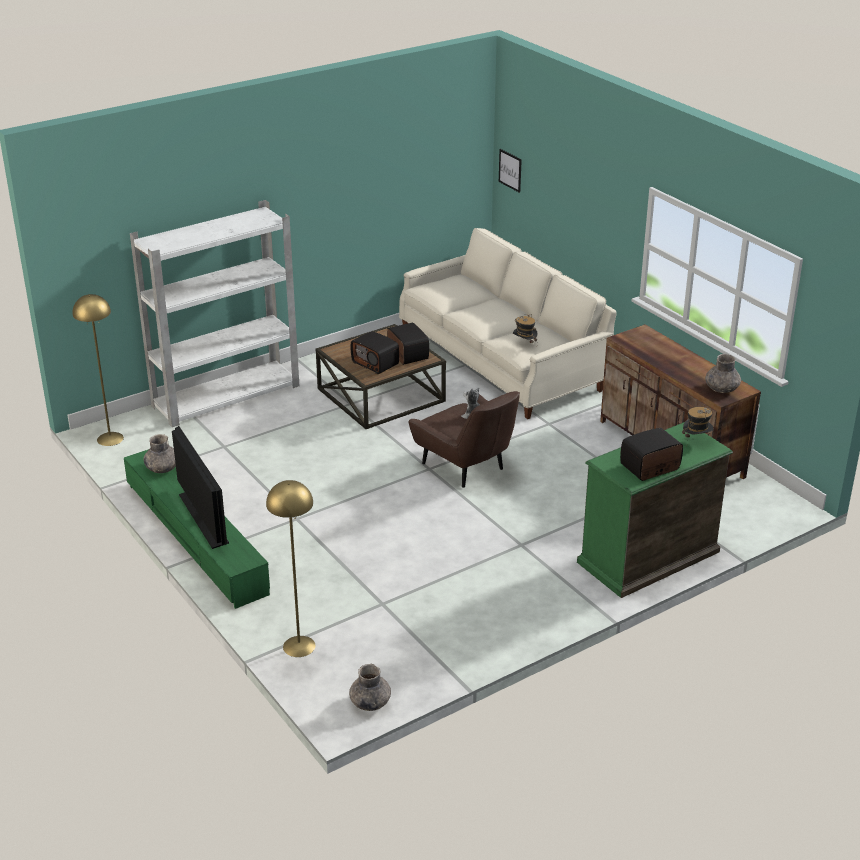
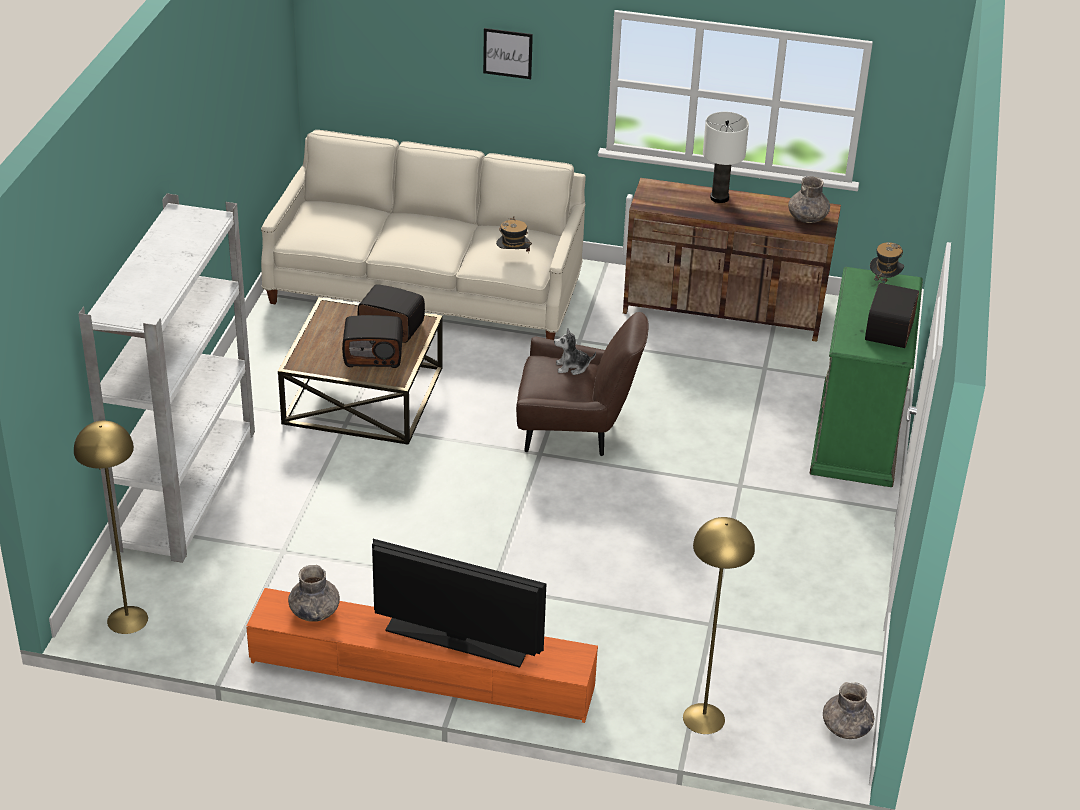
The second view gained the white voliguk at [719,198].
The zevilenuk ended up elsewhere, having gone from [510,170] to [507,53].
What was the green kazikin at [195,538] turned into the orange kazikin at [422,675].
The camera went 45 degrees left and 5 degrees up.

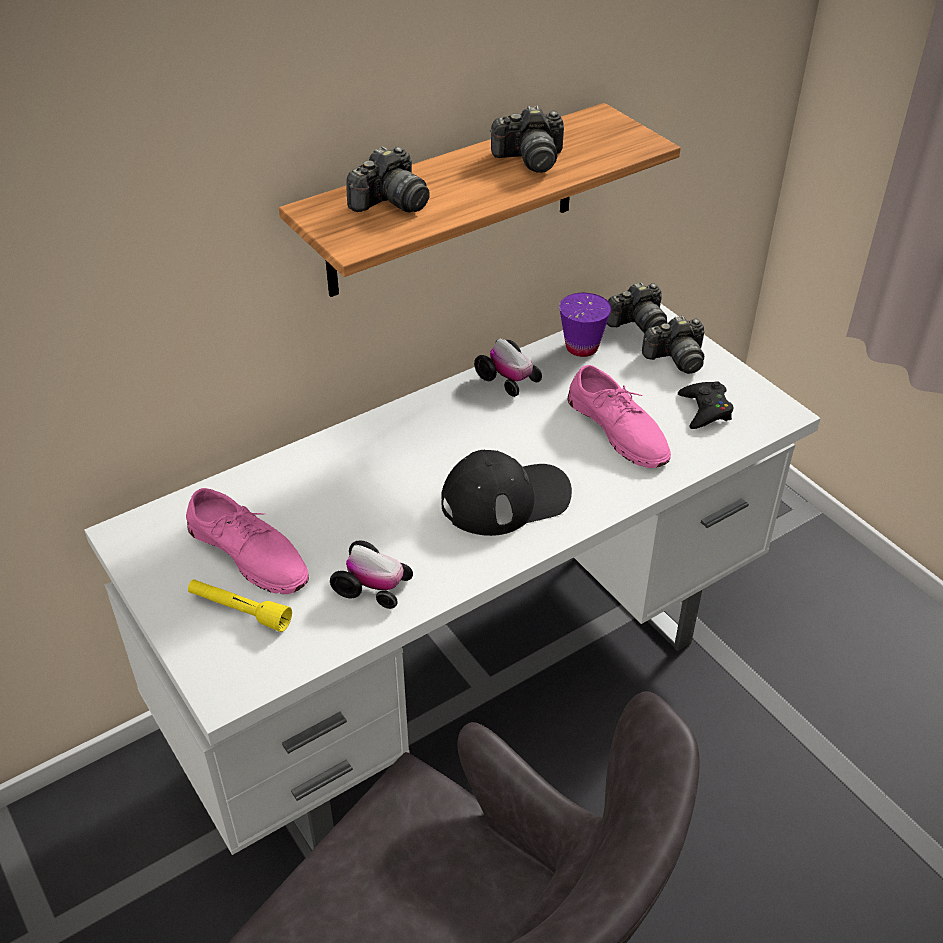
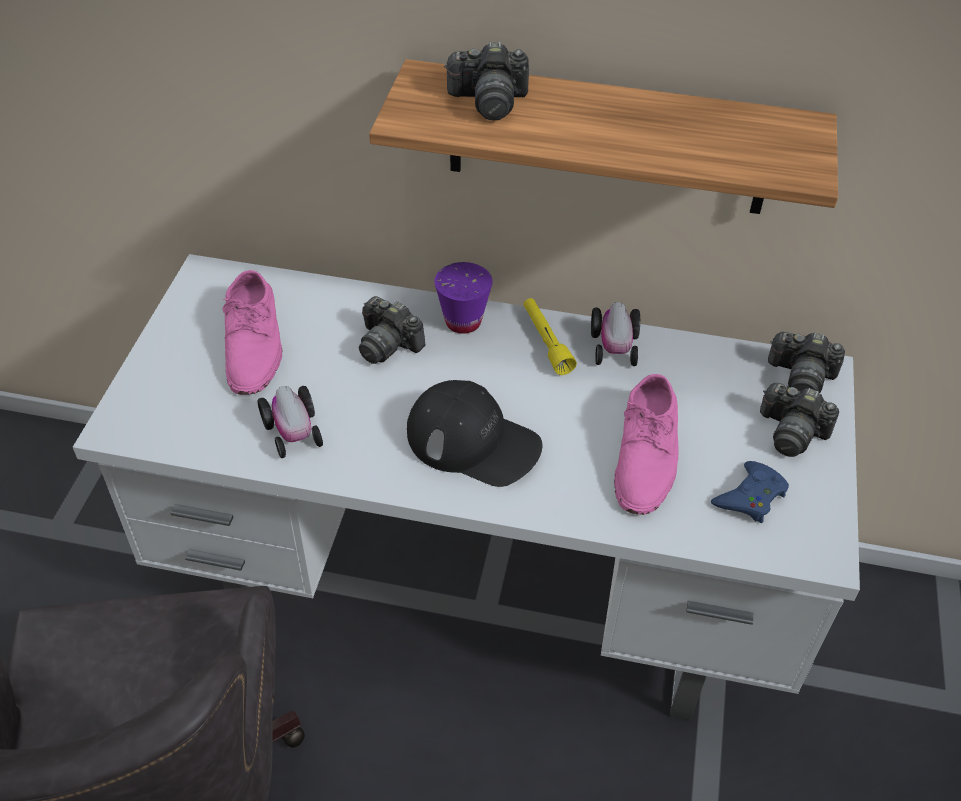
The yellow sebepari ended up elsewhere, having gone from [239,611] to [546,342].
The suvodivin ended up elsewhere, having gone from [530,159] to [388,344].
The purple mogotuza ended up elsewhere, having gone from [582,347] to [463,321].
What was the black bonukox at [705,410] turned into the blue bonukox at [750,497].
The camera went 45 degrees right and 5 degrees up.

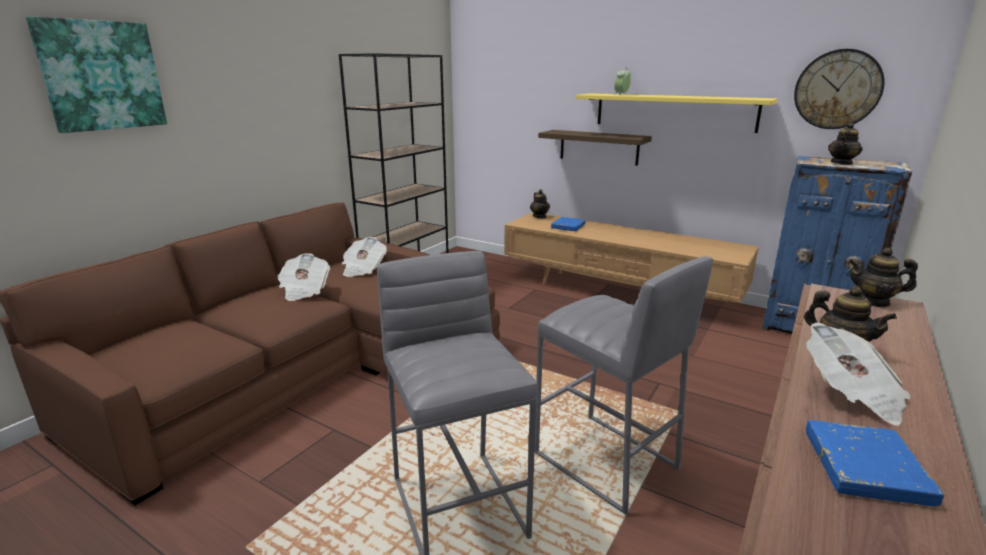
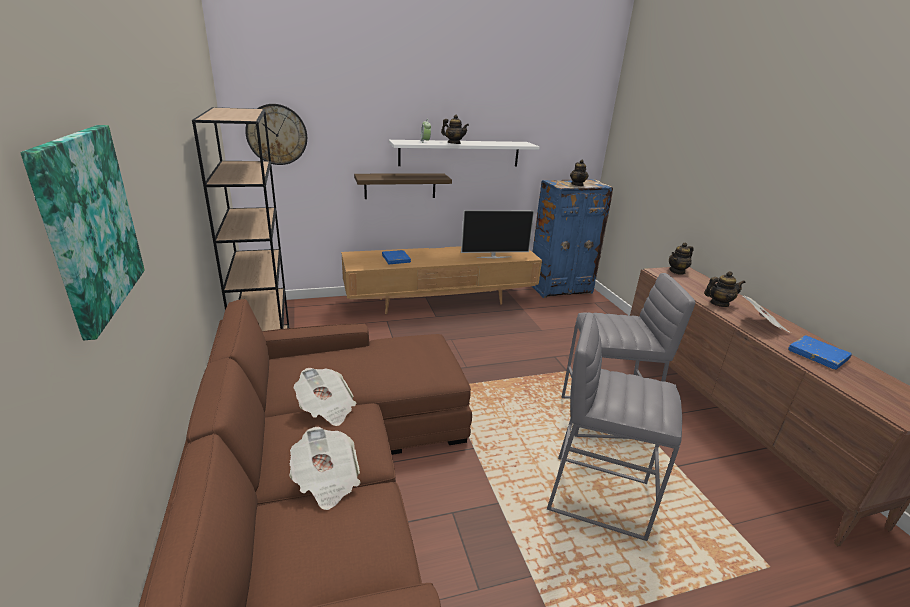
The second view gained the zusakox at [494,257].
The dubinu ended up elsewhere, having gone from [363,269] to [326,481].
The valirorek ended up elsewhere, having gone from [539,216] to [454,143].
The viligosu ended up elsewhere, having gone from [837,89] to [277,134].
What was the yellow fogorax at [673,112] turned into the white fogorax at [460,153].
The camera went 50 degrees left and 5 degrees up.

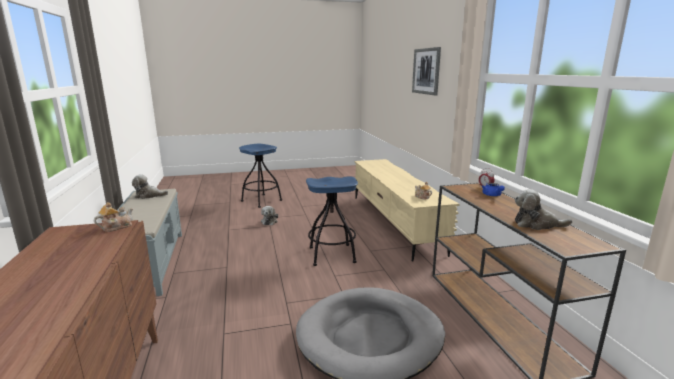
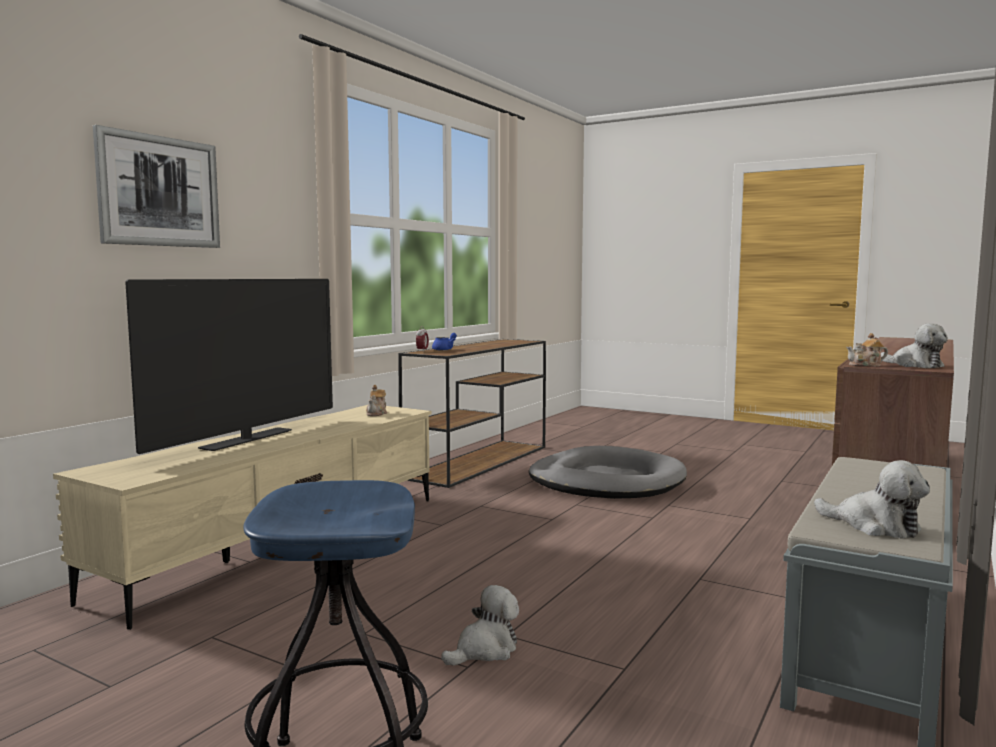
The second view lost the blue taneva at [331,254].
The second view gained the zusakox at [247,439].
The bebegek ended up elsewhere, having gone from [536,224] to [915,365].
The camera went 135 degrees left and 10 degrees down.

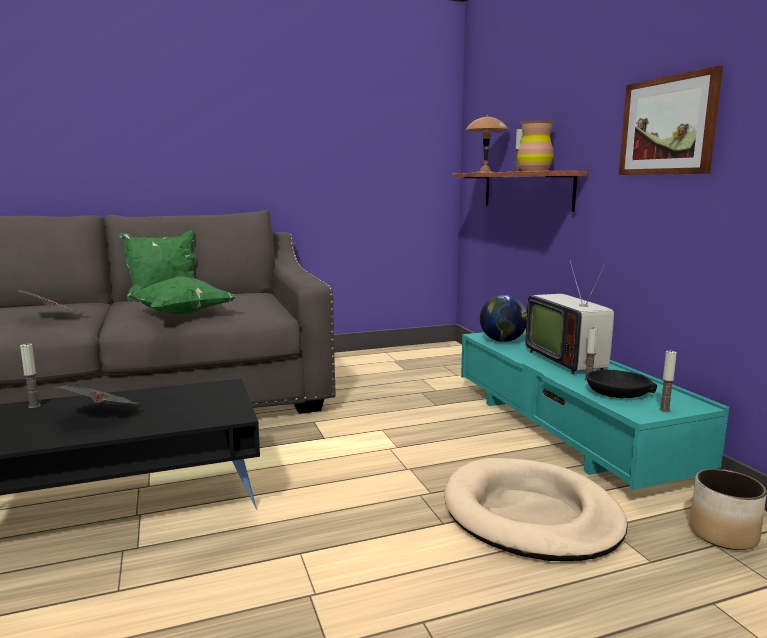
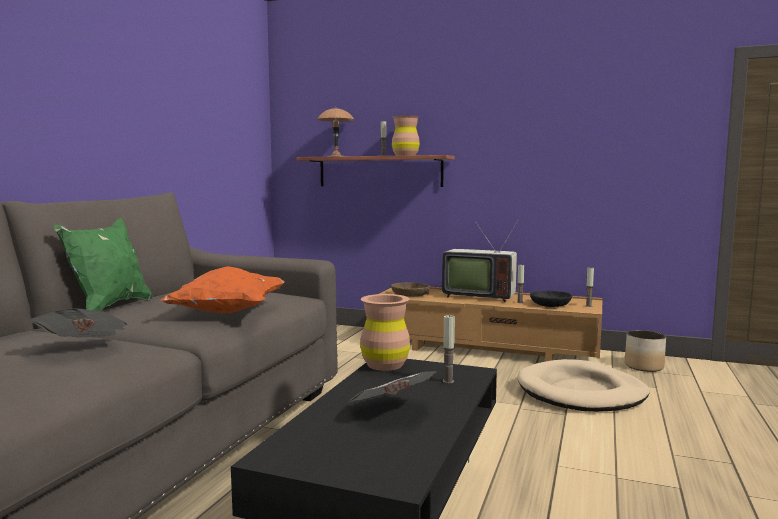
The second view lost the zevilenuk at [668,126].
The second view gained the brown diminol at [385,365].
The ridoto ended up elsewhere, having gone from [34,406] to [448,381].
Where the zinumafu stood at [503,341], the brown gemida came to stand at [410,295].
What was the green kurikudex at [182,314] turned into the orange kurikudex at [228,313].
What was the turquoise kazikin at [566,429] turned into the brown kazikin at [485,348].
The camera went 50 degrees left and 5 degrees down.

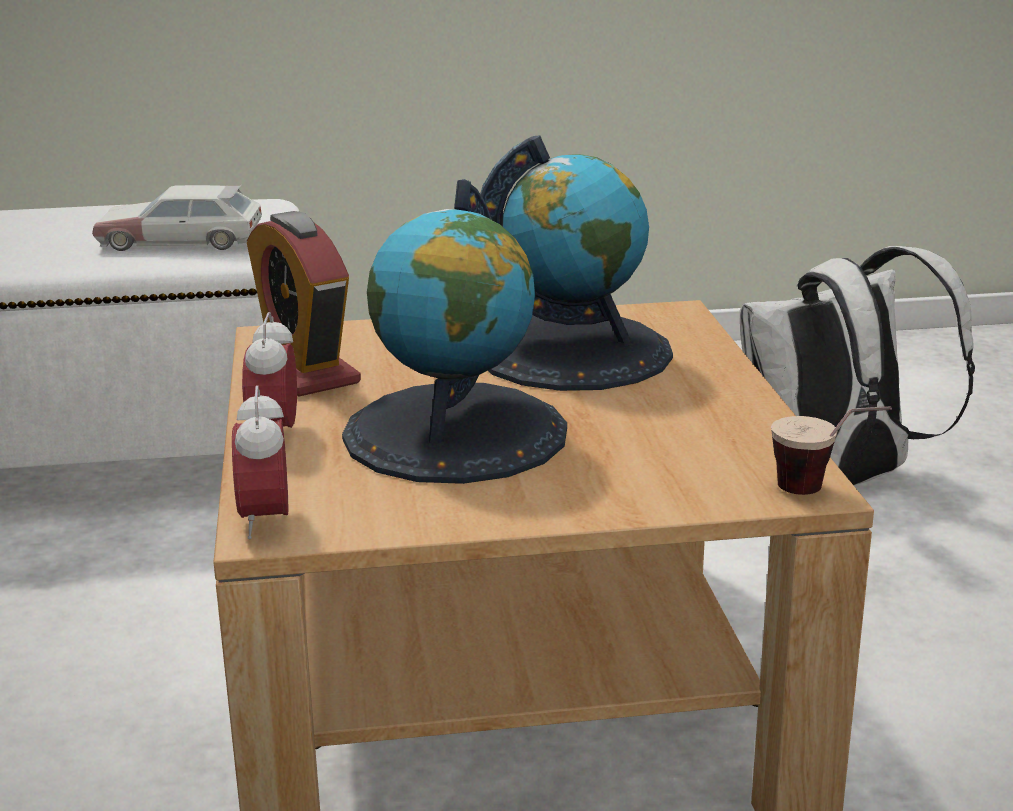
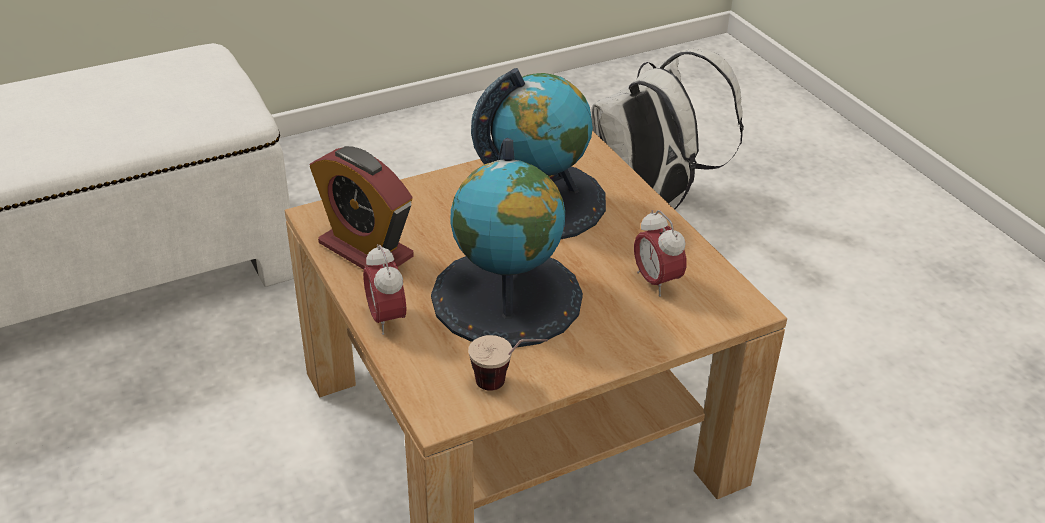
The second view lost the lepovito at [183,241].
The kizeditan ended up elsewhere, having gone from [266,521] to [656,282].
The mogotuza ended up elsewhere, having gone from [824,493] to [507,385].
The camera went 20 degrees left and 15 degrees up.

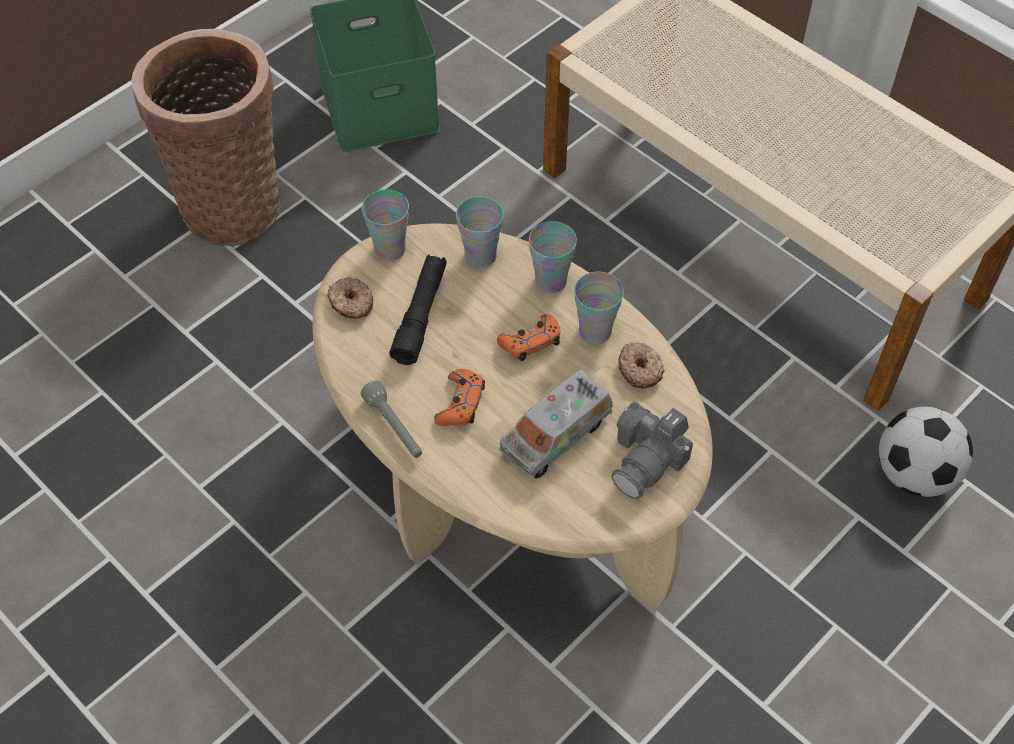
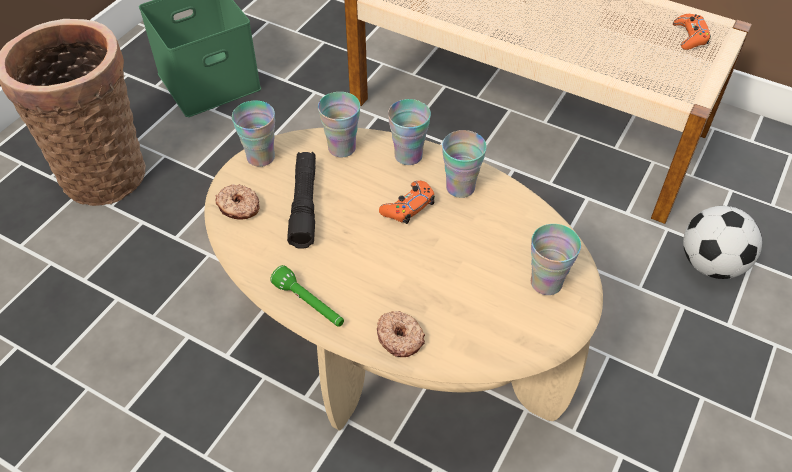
The second view lost the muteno at [556,435].
The orange bonukox ended up elsewhere, having gone from [460,403] to [690,36].
The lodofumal ended up elsewhere, having gone from [640,369] to [400,338].
Where the suvodivin stood at [648,460], the mogotuza came to stand at [546,283].
What was the grey sebepari at [394,427] turned into the green sebepari at [309,304].
The camera went 15 degrees left and 5 degrees down.

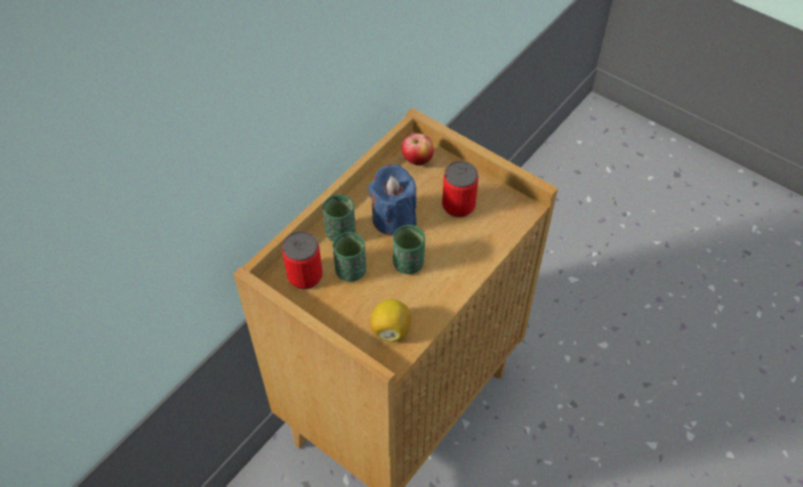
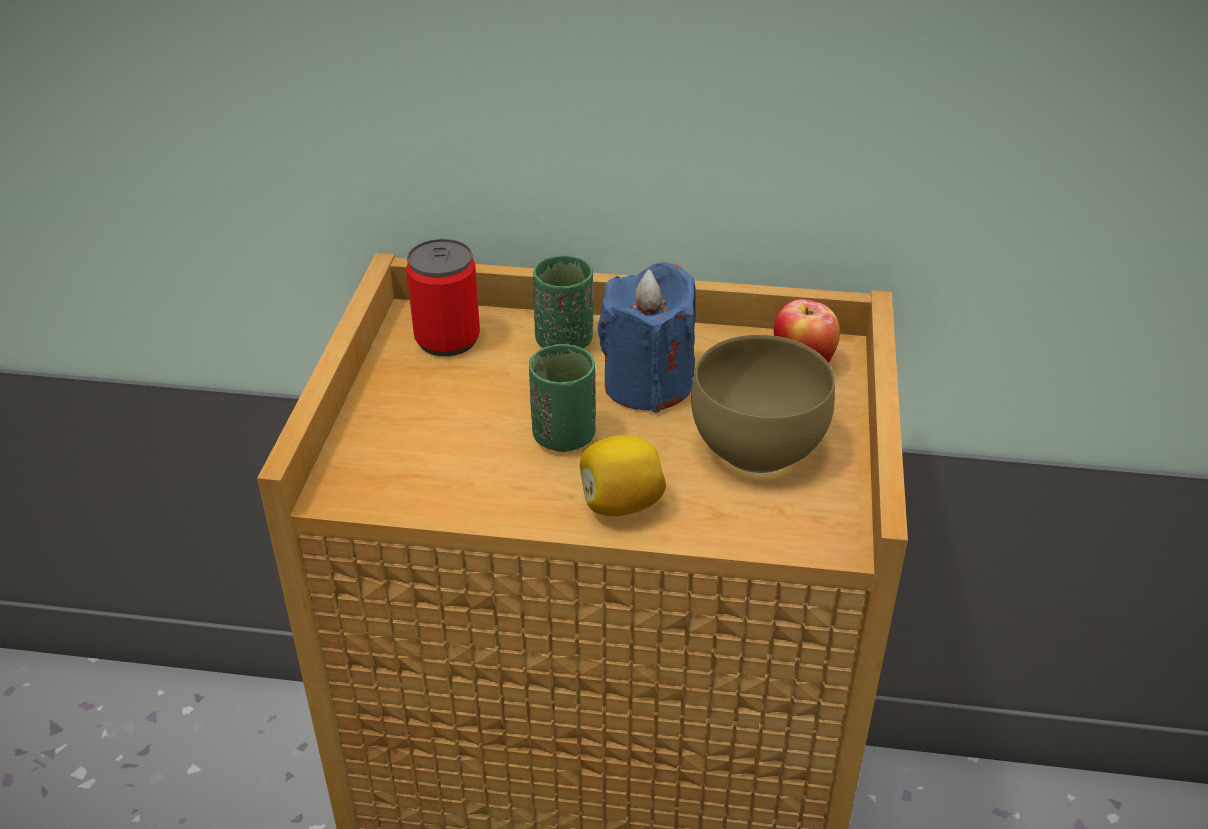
The second view lost the green mogotuza at [351,271].
The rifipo ended up elsewhere, having gone from [390,329] to [620,504].
Where the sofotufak stood at [458,205], the brown gemida came to stand at [752,448].
The camera went 60 degrees right and 15 degrees down.

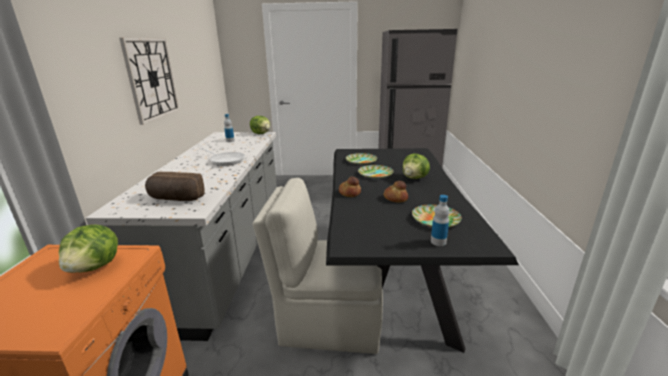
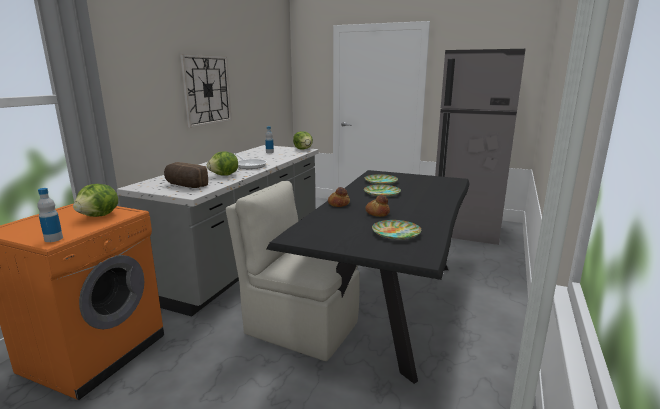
The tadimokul ended up elsewhere, having gone from [415,178] to [224,175].
The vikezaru ended up elsewhere, having gone from [438,242] to [53,239].
The camera went 20 degrees right and 5 degrees down.

